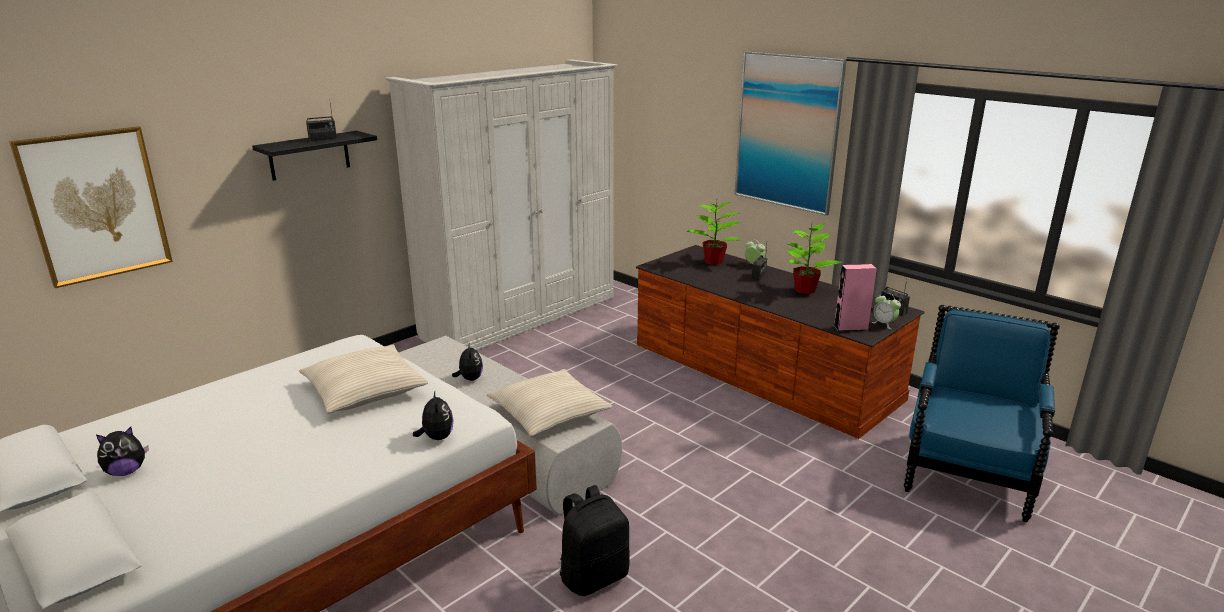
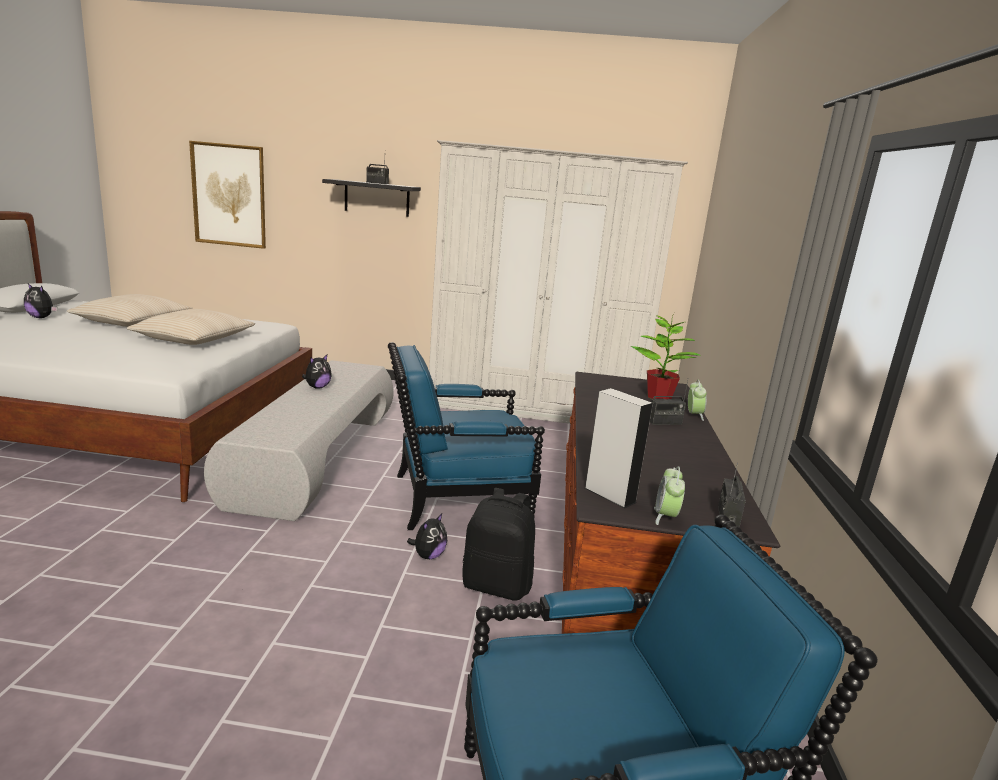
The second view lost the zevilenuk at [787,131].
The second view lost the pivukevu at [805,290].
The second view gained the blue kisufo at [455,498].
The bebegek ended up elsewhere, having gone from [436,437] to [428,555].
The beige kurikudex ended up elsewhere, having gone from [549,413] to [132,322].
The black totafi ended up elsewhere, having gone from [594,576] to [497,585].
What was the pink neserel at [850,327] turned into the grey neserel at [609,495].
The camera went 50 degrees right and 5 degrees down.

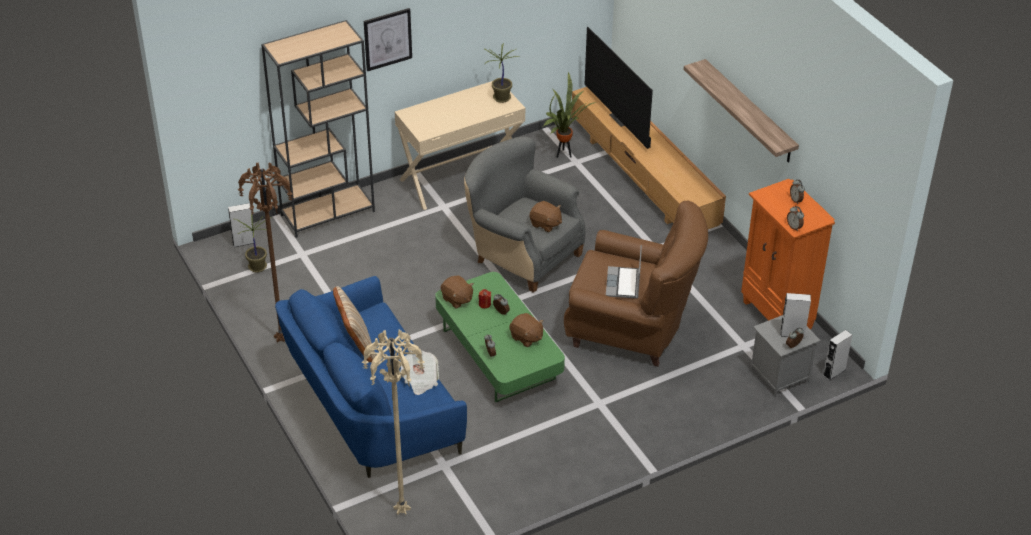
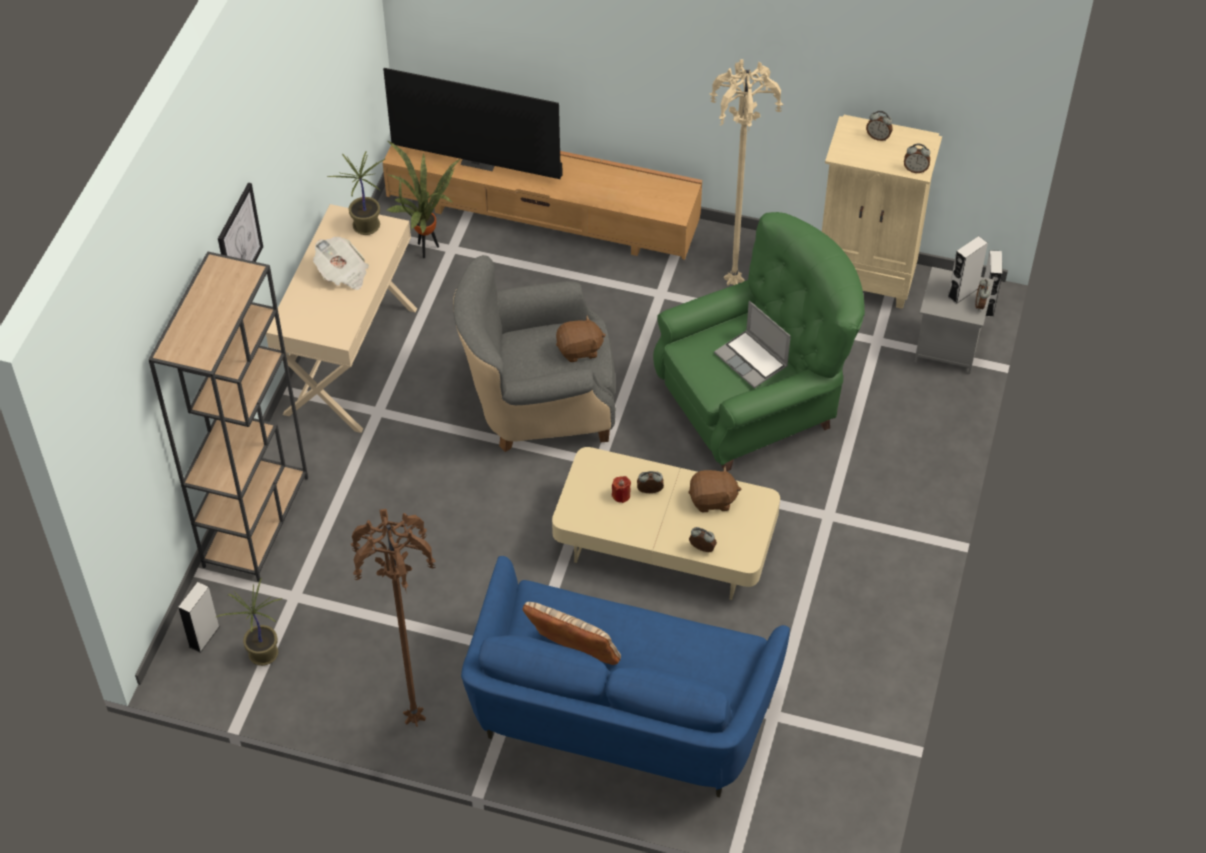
The second view lost the brown bebegek at [457,299].
The second view lost the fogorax at [749,112].
The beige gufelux ended up elsewhere, having gone from [401,510] to [731,283].
The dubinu ended up elsewhere, having gone from [420,379] to [342,273].
What was the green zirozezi at [498,355] turned into the beige zirozezi at [665,543].
What was the brown kisufo at [632,329] turned into the green kisufo at [754,405].
What was the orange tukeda at [776,316] turned into the beige tukeda at [865,283].
The camera went 45 degrees left and 10 degrees up.

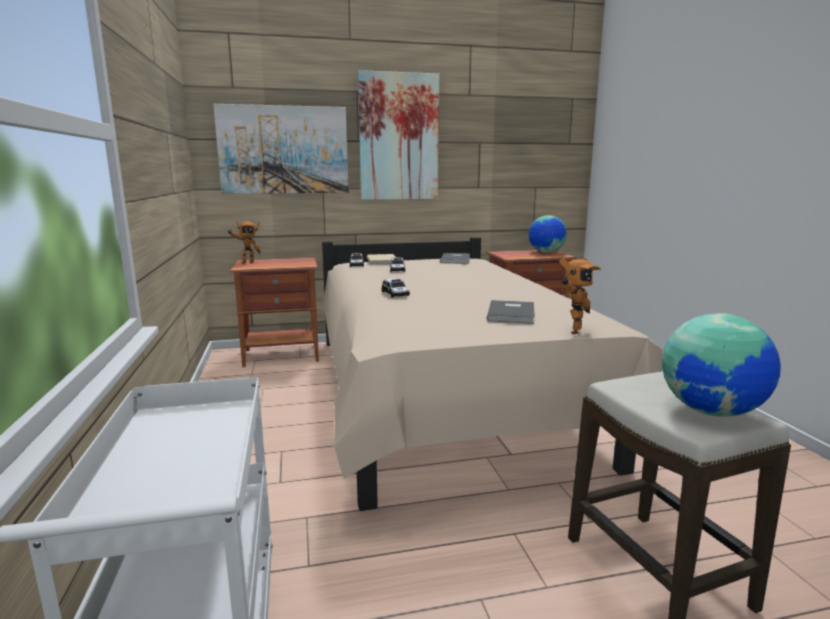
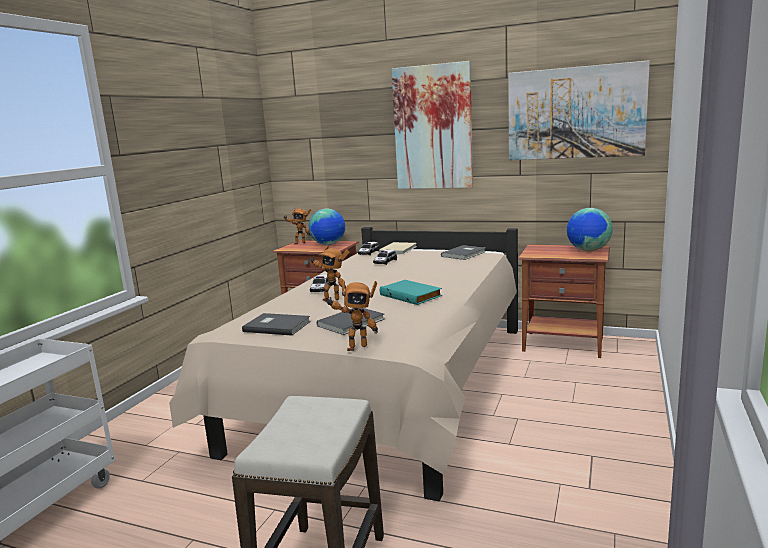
The second view gained the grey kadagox at [277,326].
The second view gained the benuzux at [331,299].
The second view gained the turquoise kadagox at [412,295].
The zevilenuk ended up elsewhere, having gone from [284,150] to [575,113].
The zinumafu ended up elsewhere, having gone from [711,411] to [328,244].
The camera went 35 degrees right and 0 degrees up.

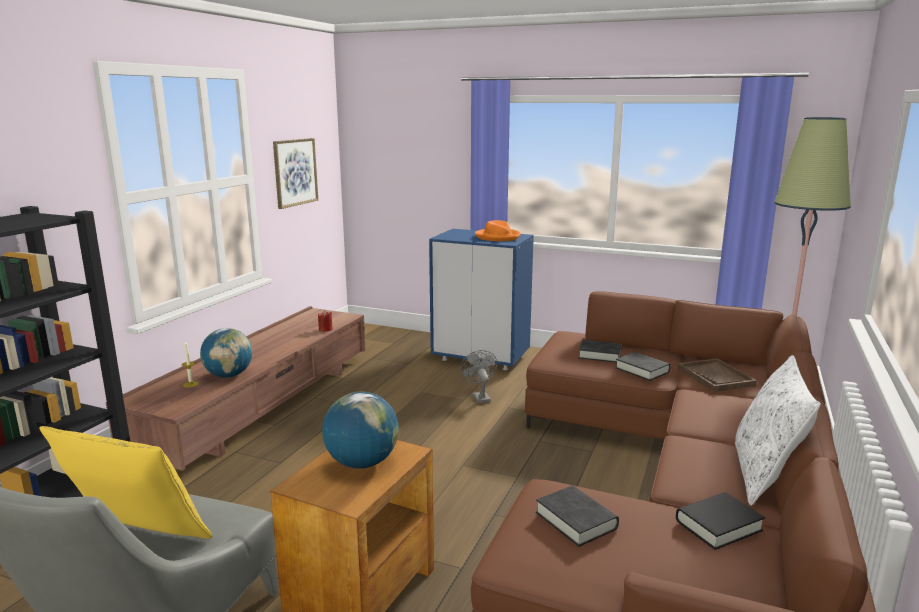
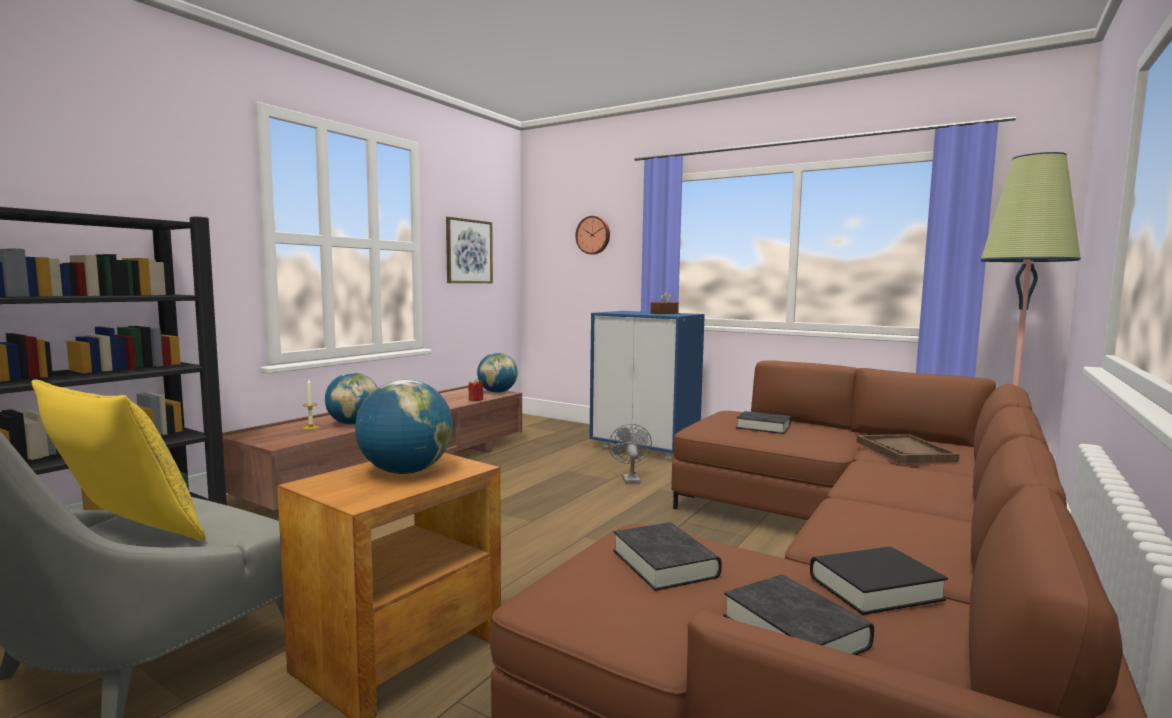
The second view lost the white kurikudex at [764,476].
The second view gained the zinumafu at [497,392].
The second view gained the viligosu at [593,235].
The black kadagox ended up elsewhere, having gone from [642,370] to [794,631].
Where the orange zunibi stood at [497,237], the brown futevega came to stand at [664,313].
The camera went 10 degrees right and 10 degrees down.

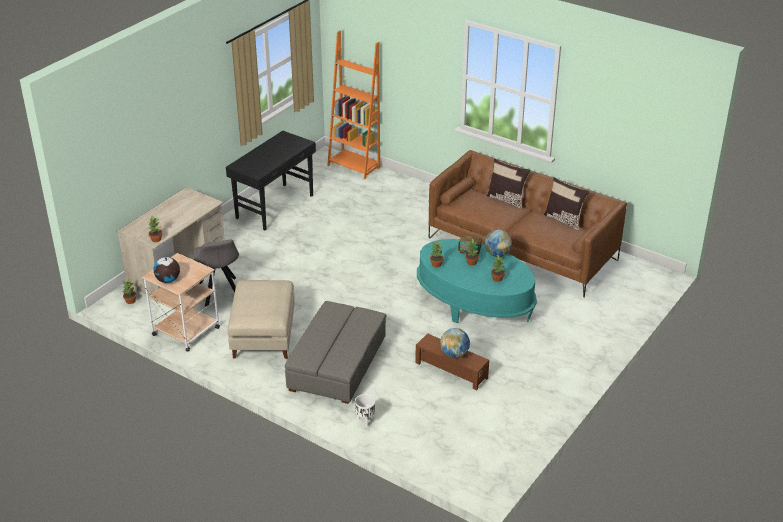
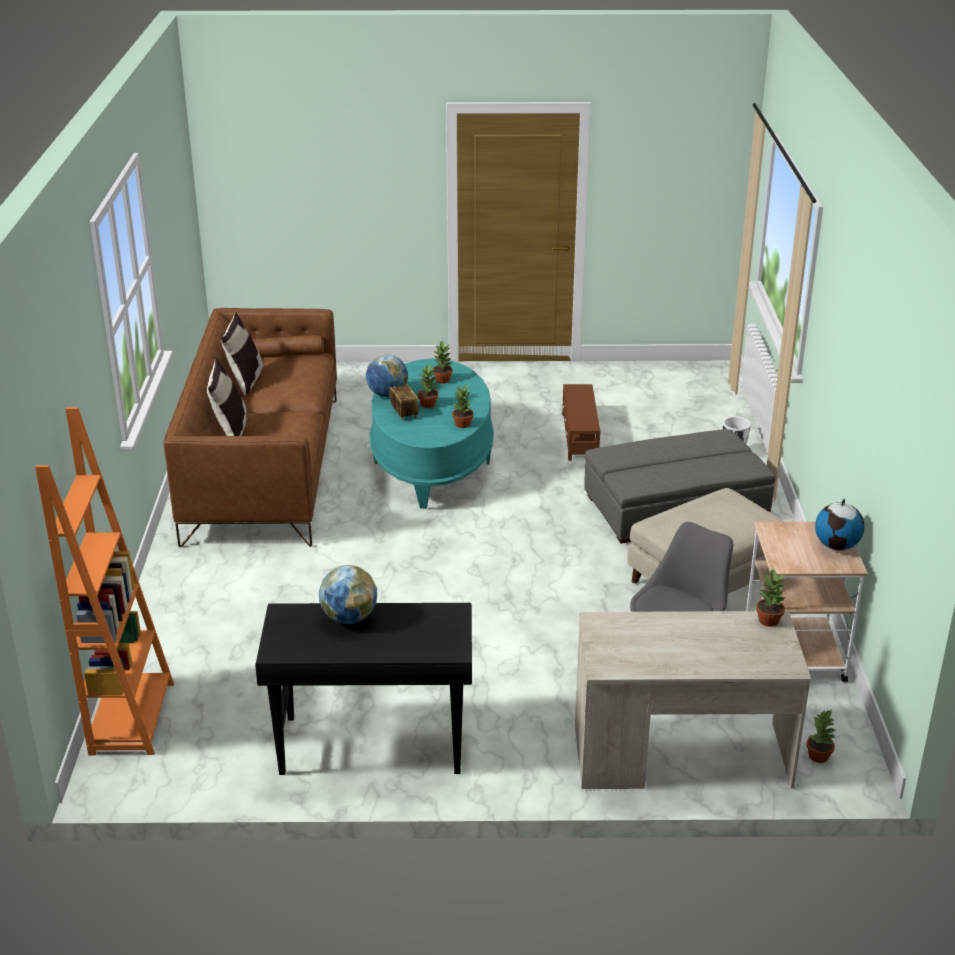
The zinumafu ended up elsewhere, having gone from [454,354] to [349,618].
The camera went 125 degrees left and 5 degrees down.

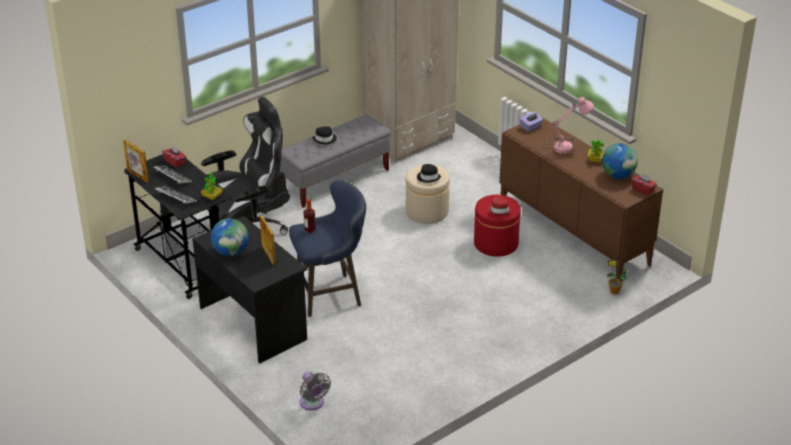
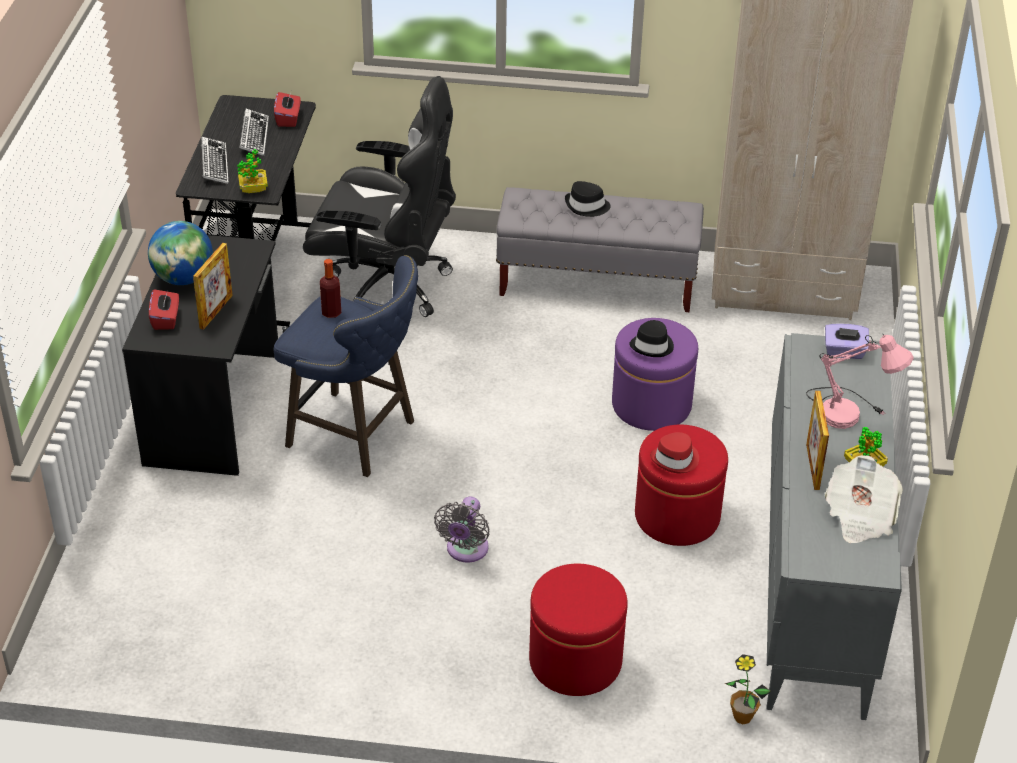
The second view gained the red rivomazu at [575,661].
The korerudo ended up elsewhere, having gone from [137,175] to [812,467].
The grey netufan ended up elsewhere, having gone from [313,403] to [465,551].
The red futevega ended up elsewhere, having gone from [643,190] to [166,319].
Where the zinumafu stood at [618,175], the dubinu came to stand at [860,516].
What was the beige rivomazu at [427,212] turned into the purple rivomazu at [651,405].
What was the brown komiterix at [574,234] turned into the grey komiterix at [817,583].
The camera went 45 degrees right and 5 degrees up.

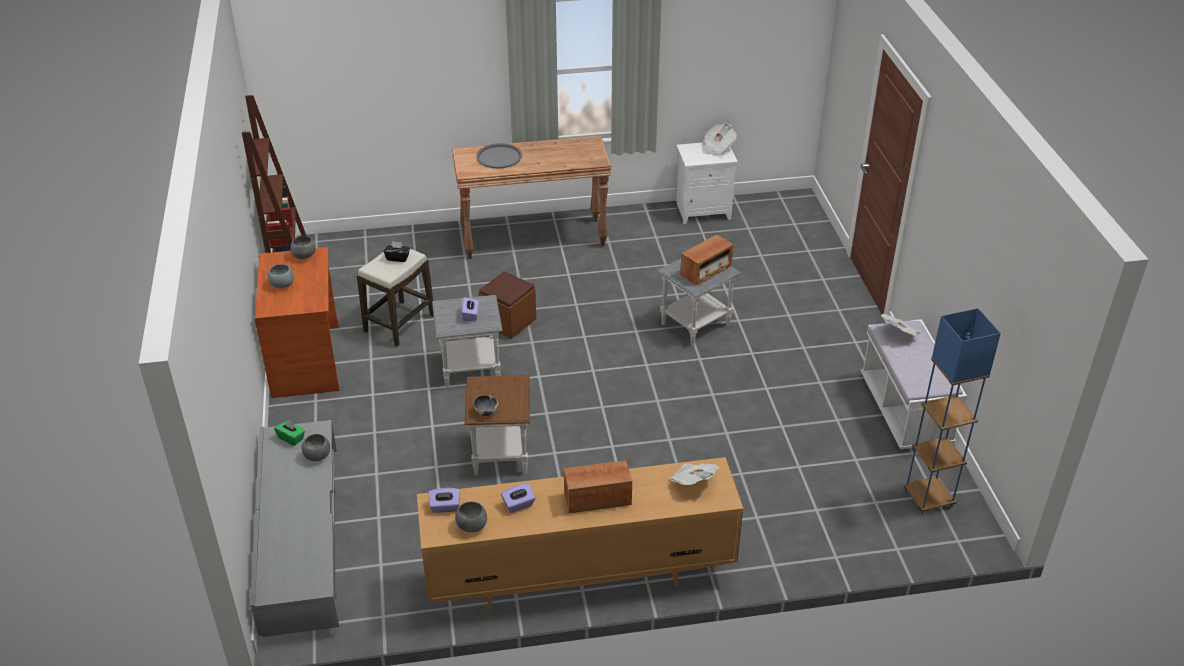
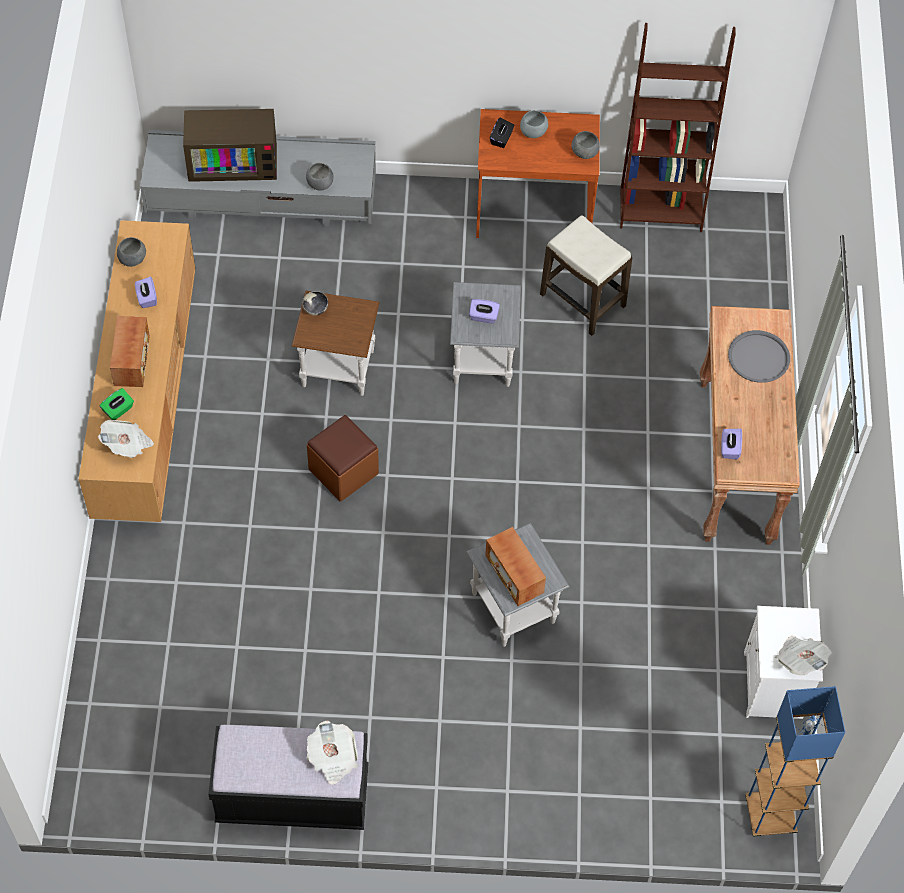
The second view gained the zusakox at [234,161].
The green futevega ended up elsewhere, having gone from [291,438] to [118,410].
The black futevega ended up elsewhere, having gone from [398,258] to [501,139].
The purple futevega ended up elsewhere, having gone from [445,507] to [729,448].
The brown rivomazu ended up elsewhere, having gone from [508,321] to [343,471].
The blue gufelux ended up elsewhere, having gone from [928,498] to [770,815].
What was the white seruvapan at [905,411] turned into the black seruvapan at [292,796].
The camera went 100 degrees right and 20 degrees up.

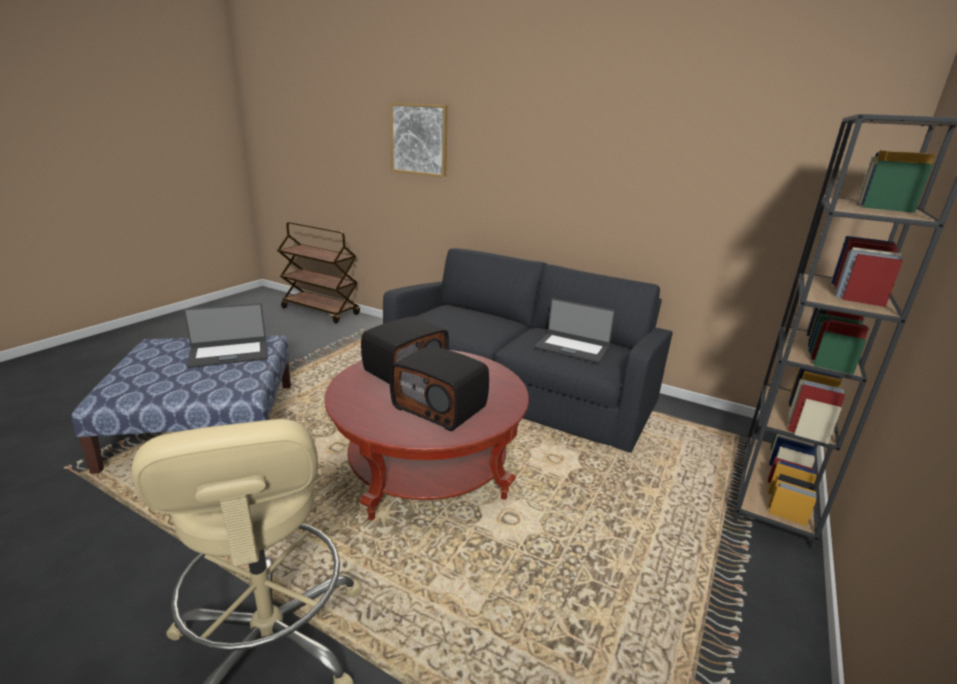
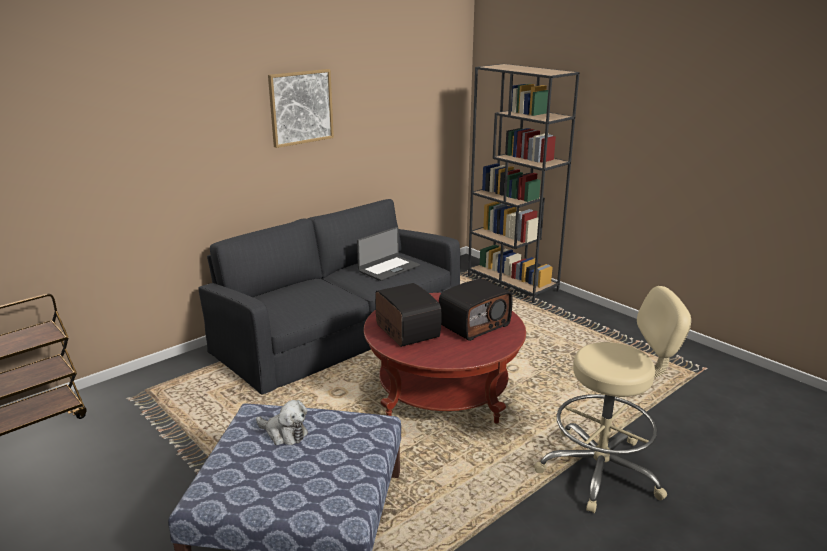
The zevilenuk ended up elsewhere, having gone from [419,139] to [301,107].
Where the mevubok stood at [229,354], the bebegek came to stand at [284,433].
The camera went 70 degrees left and 0 degrees up.

